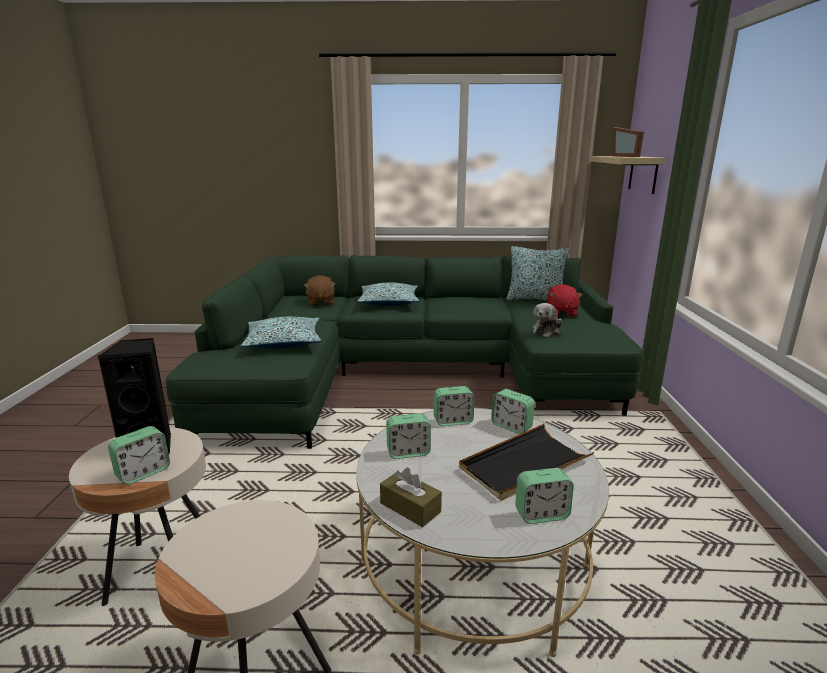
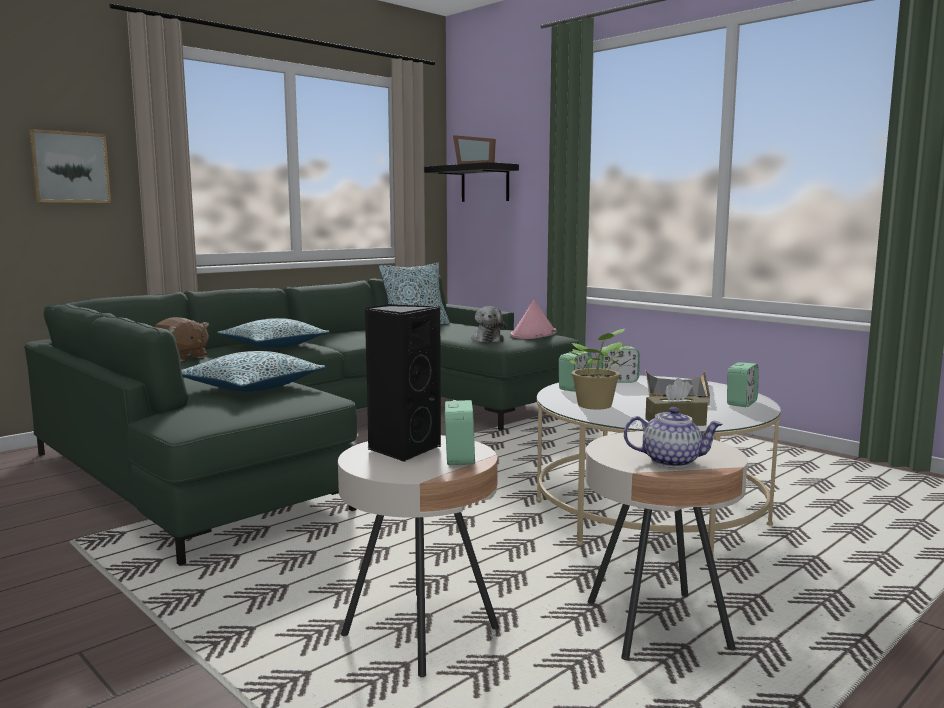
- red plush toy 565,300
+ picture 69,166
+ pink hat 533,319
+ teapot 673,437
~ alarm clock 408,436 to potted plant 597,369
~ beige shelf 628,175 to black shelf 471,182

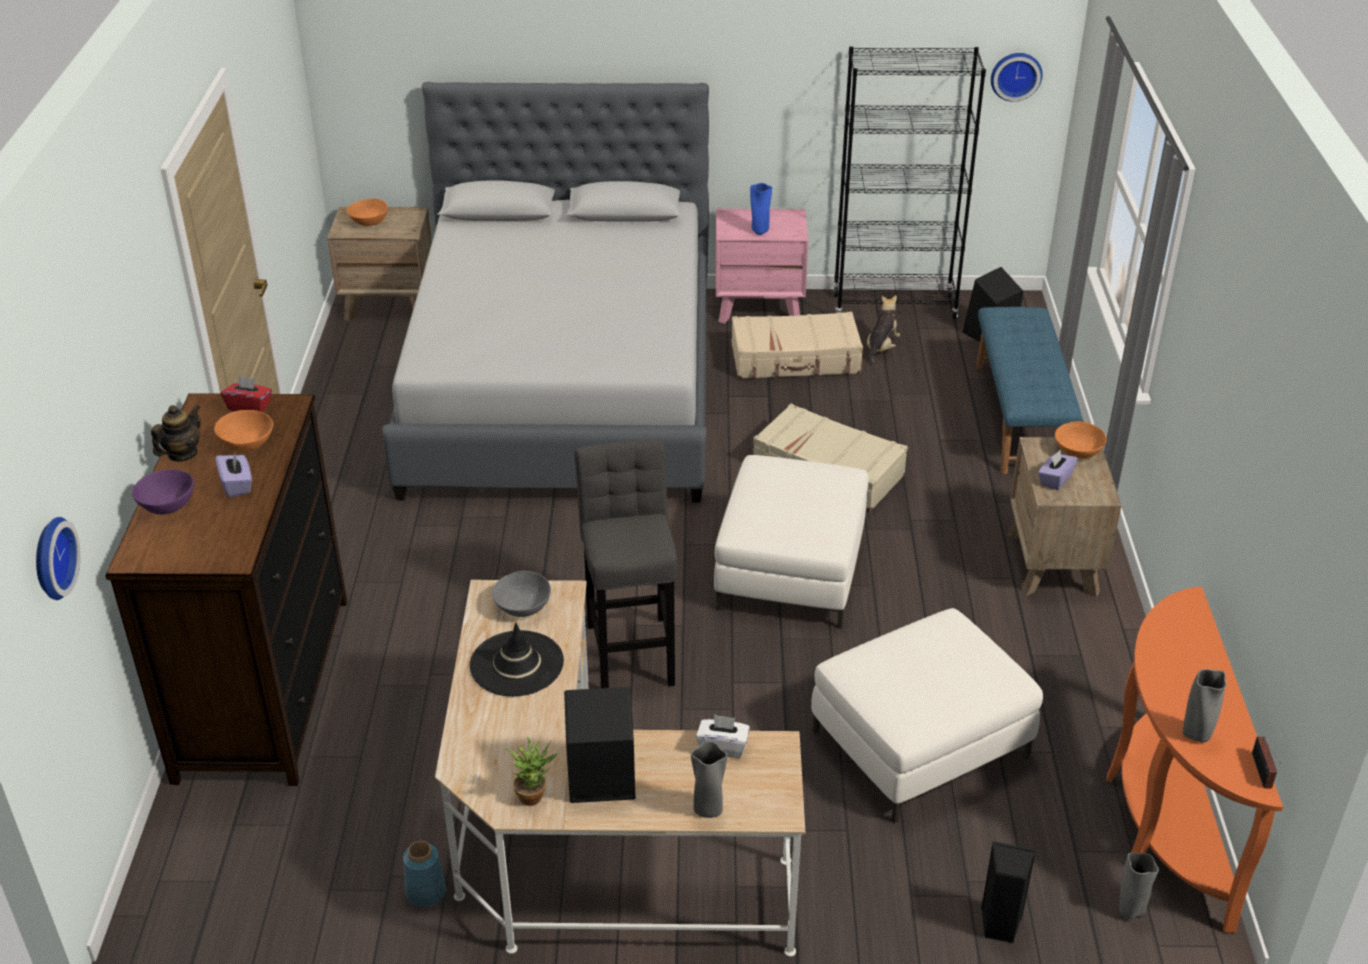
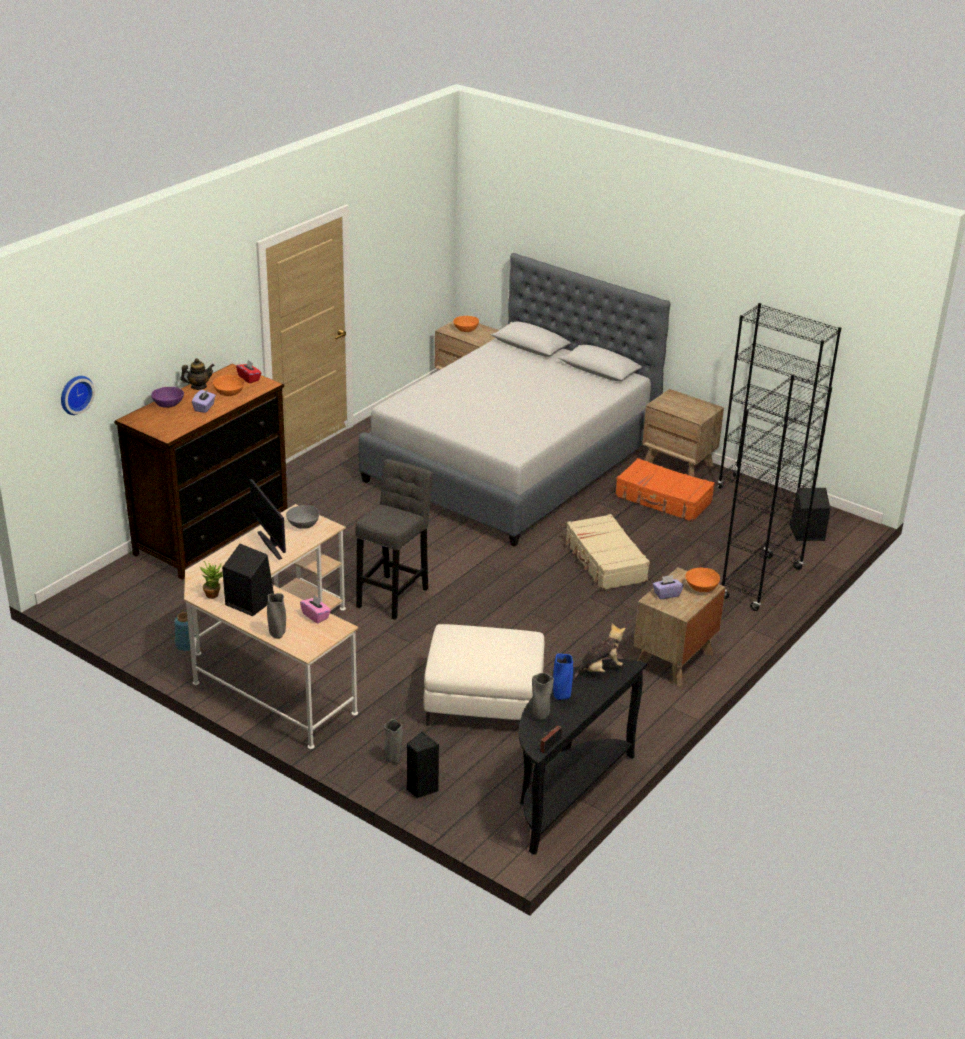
- white ottoman 791,542
- wall clock 1017,77
~ blue vase 761,209 to 563,676
~ plush toy 883,330 to 599,651
~ grey vase 1139,885 to 393,741
~ black hat 517,659 to monitor 268,519
~ blue bench 1029,390 to black bookcase 777,492
~ white tissue box 723,736 to pink tissue box 315,609
~ pink nightstand 762,266 to brown nightstand 683,433
~ beige suitcase 797,345 to orange suitcase 665,490
~ orange console table 1194,760 to black console table 583,757

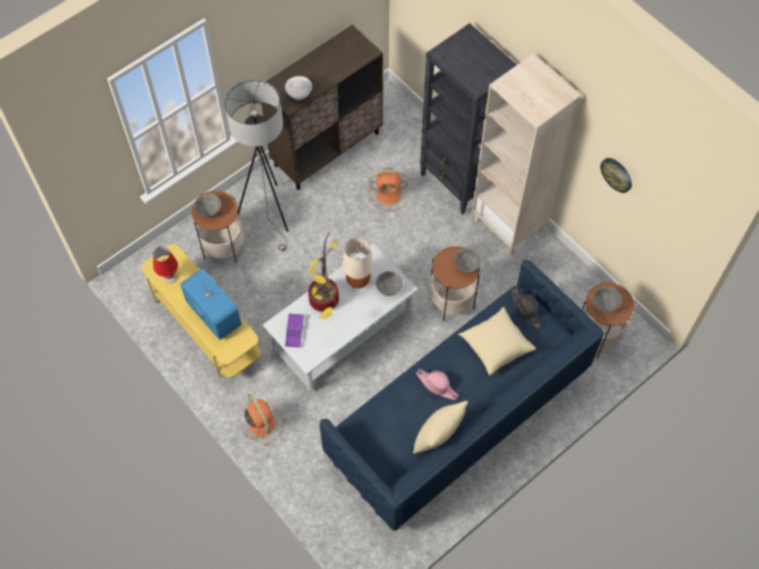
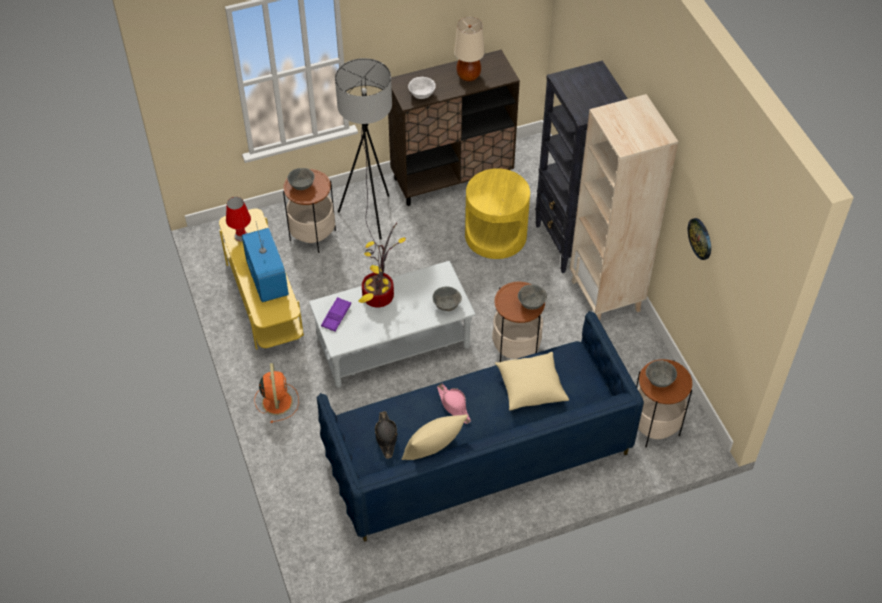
~ beige table lamp 358,263 to 469,49
~ black hat 526,308 to 386,435
~ orange fan 388,189 to yellow side table 497,213

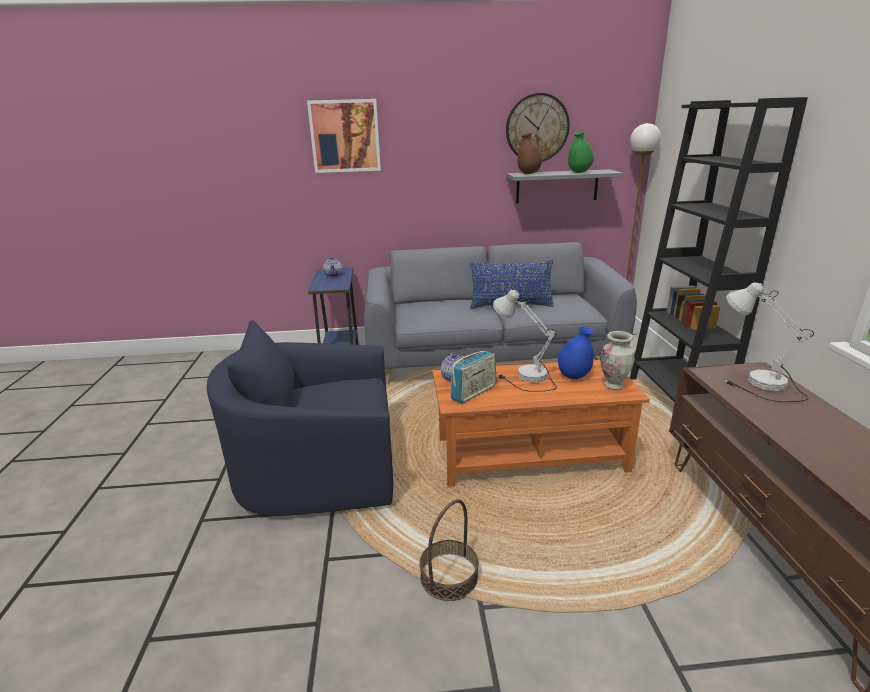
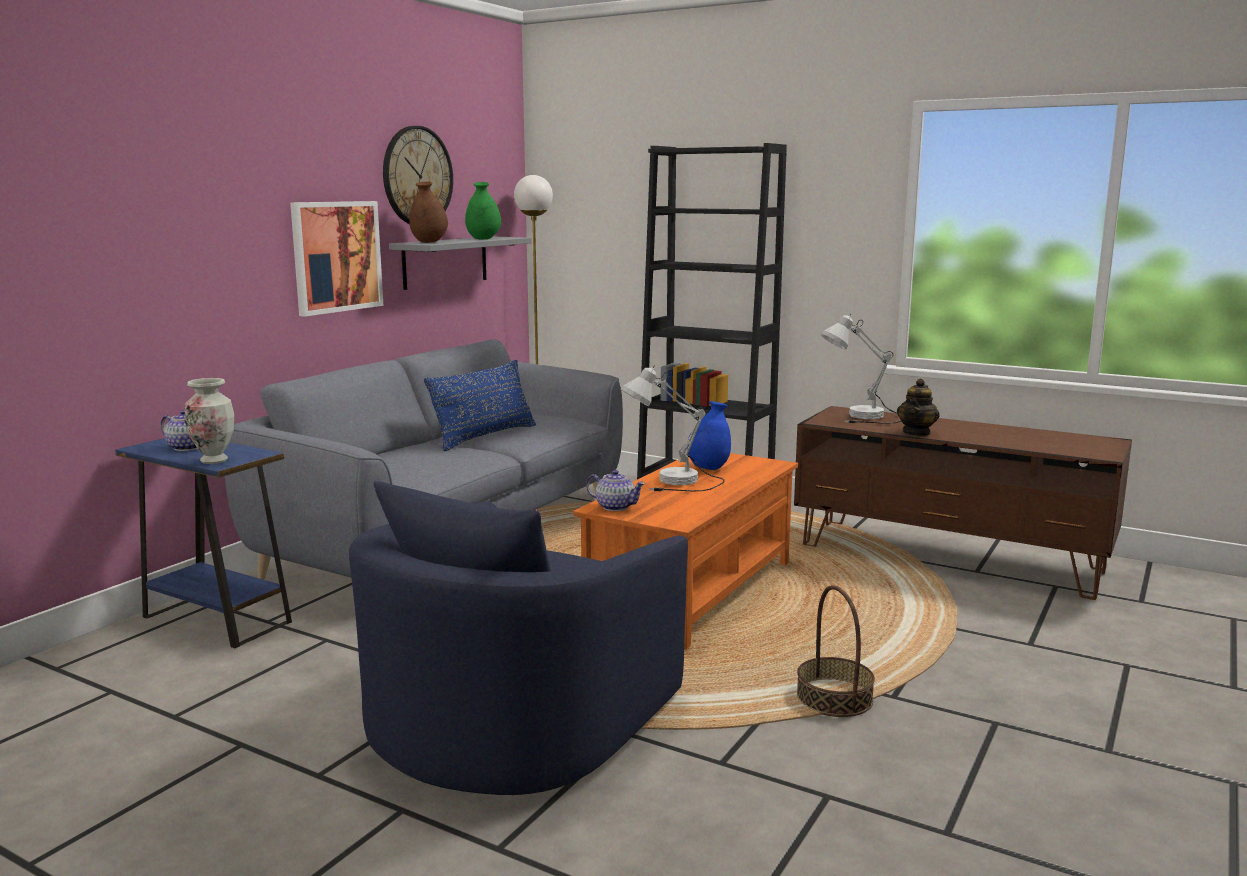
- radio 473,377
+ teapot 918,407
~ picture 344,136 to 337,259
~ vase 617,360 to 209,421

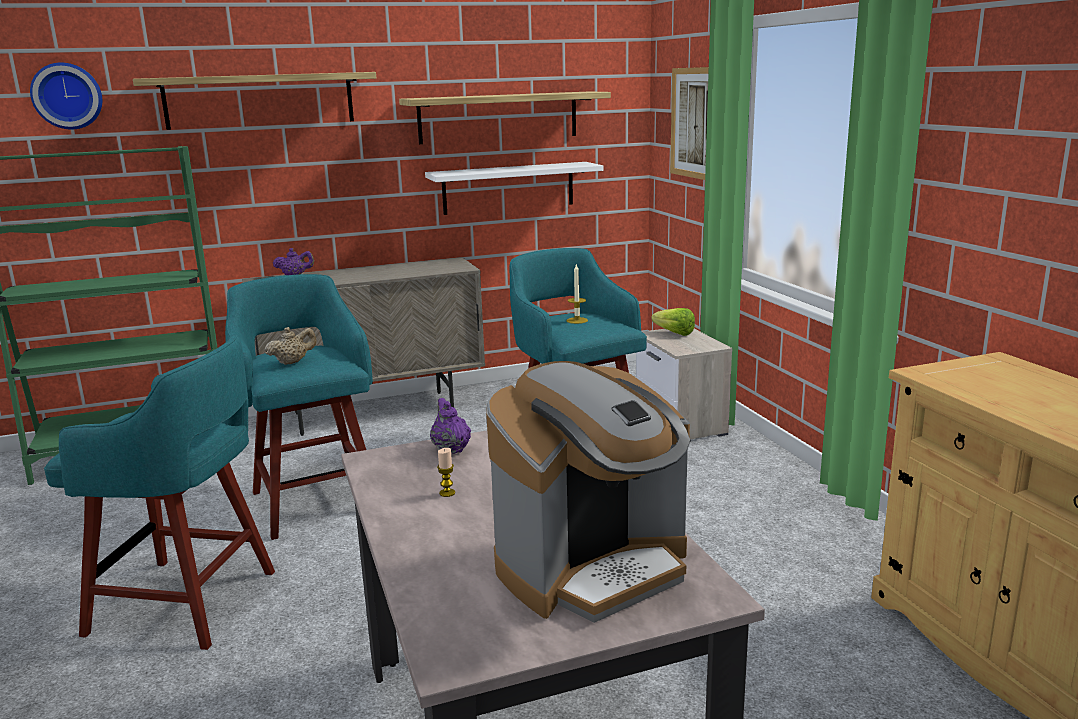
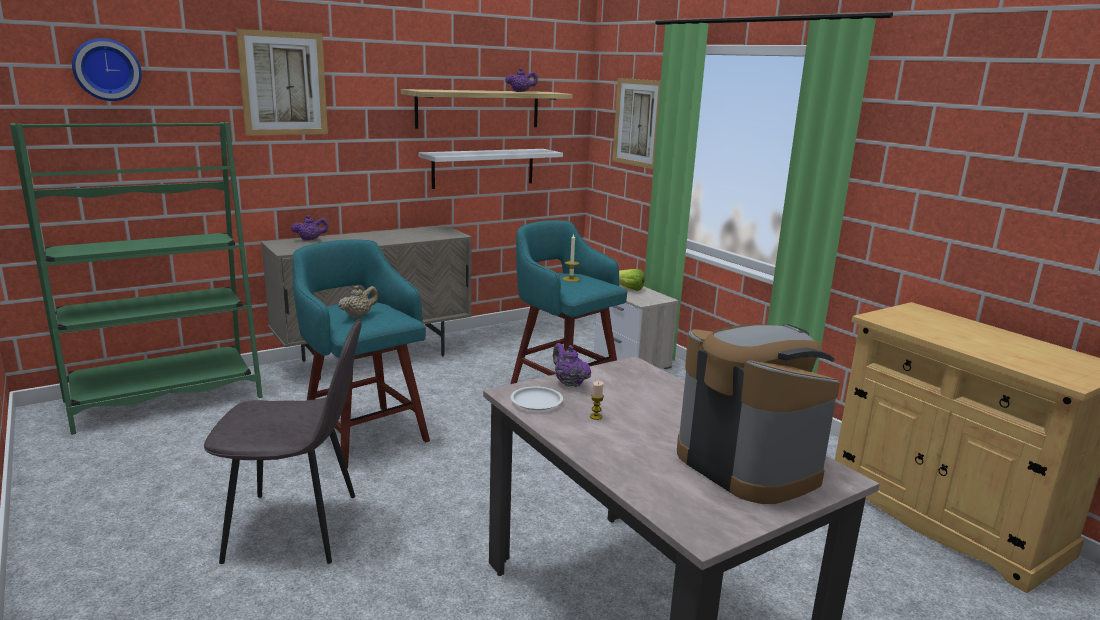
+ purple teapot 521,80
+ white plate 537,398
~ turquoise stool 159,492 to grey chair 283,441
~ shelf 254,101 to picture 282,82
~ coffee machine 588,492 = 758,414 75 degrees counterclockwise

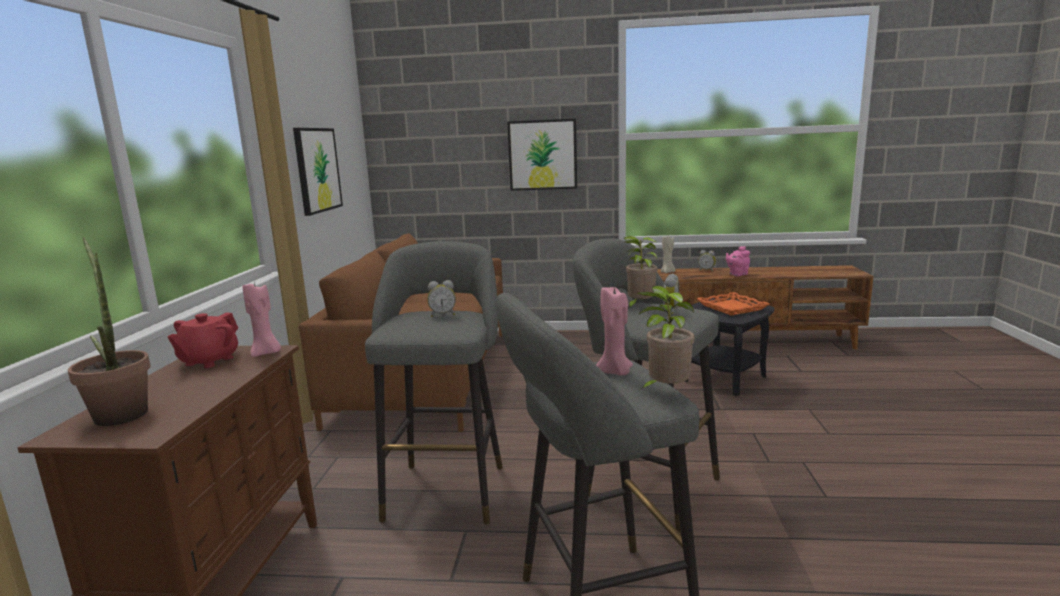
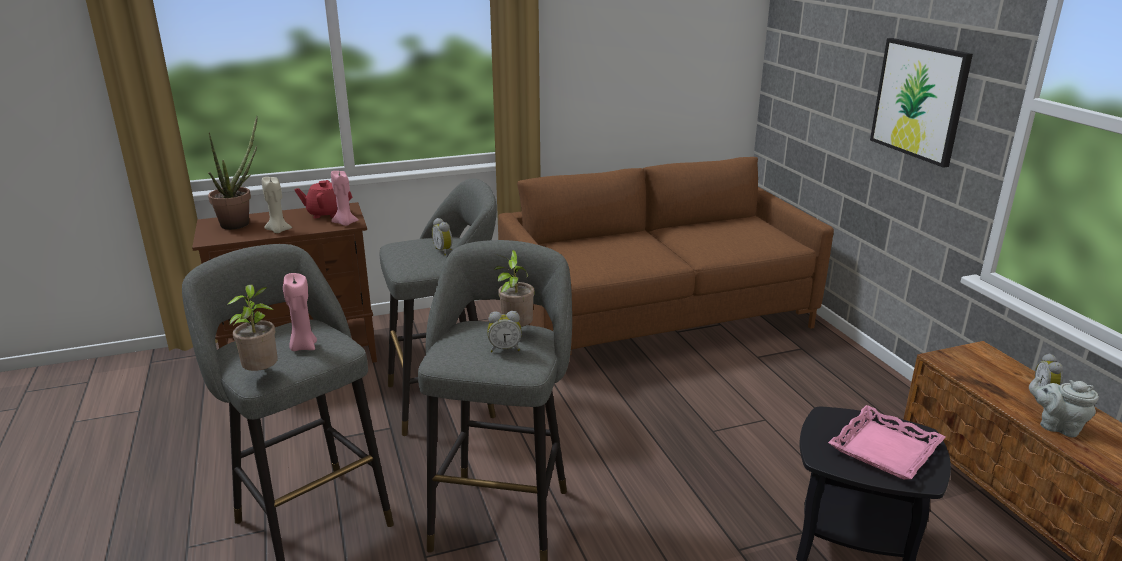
- picture 318,172
~ beige candle 668,254 to 277,205
~ orange tray 733,303 to pink tray 887,442
~ pink teapot 738,261 to grey teapot 1064,406

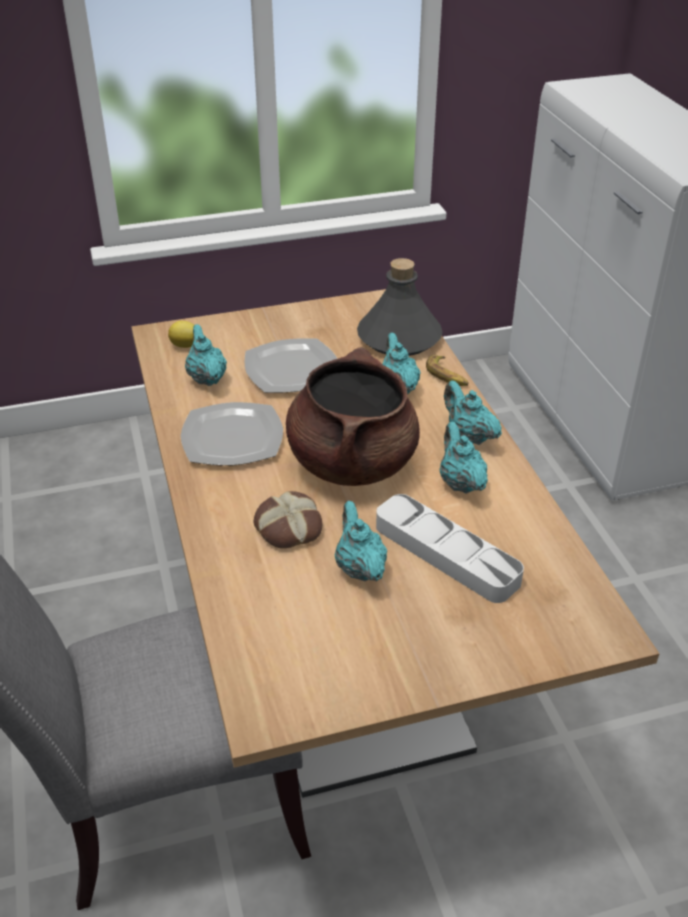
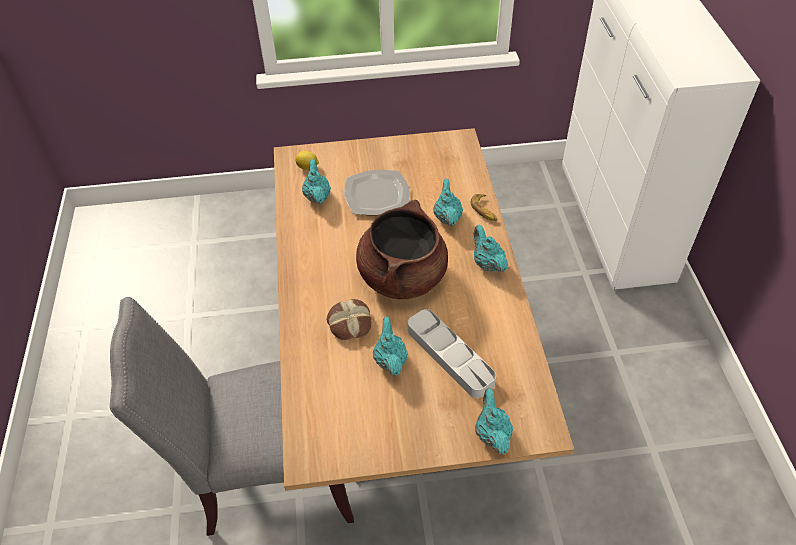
- plate 232,434
- grey bottle 400,307
~ turquoise teapot 464,458 to 494,421

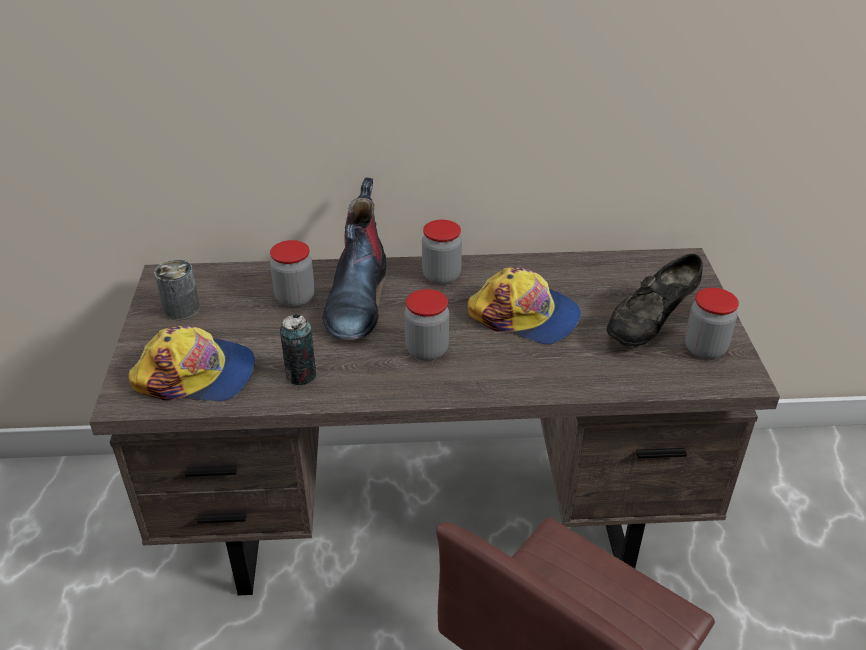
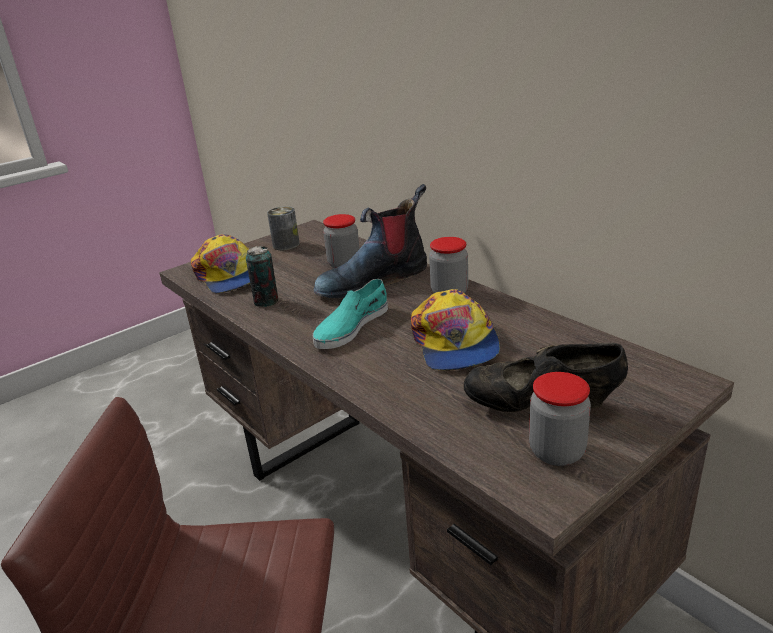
~ jar 427,325 to turquoise shoe 350,314

